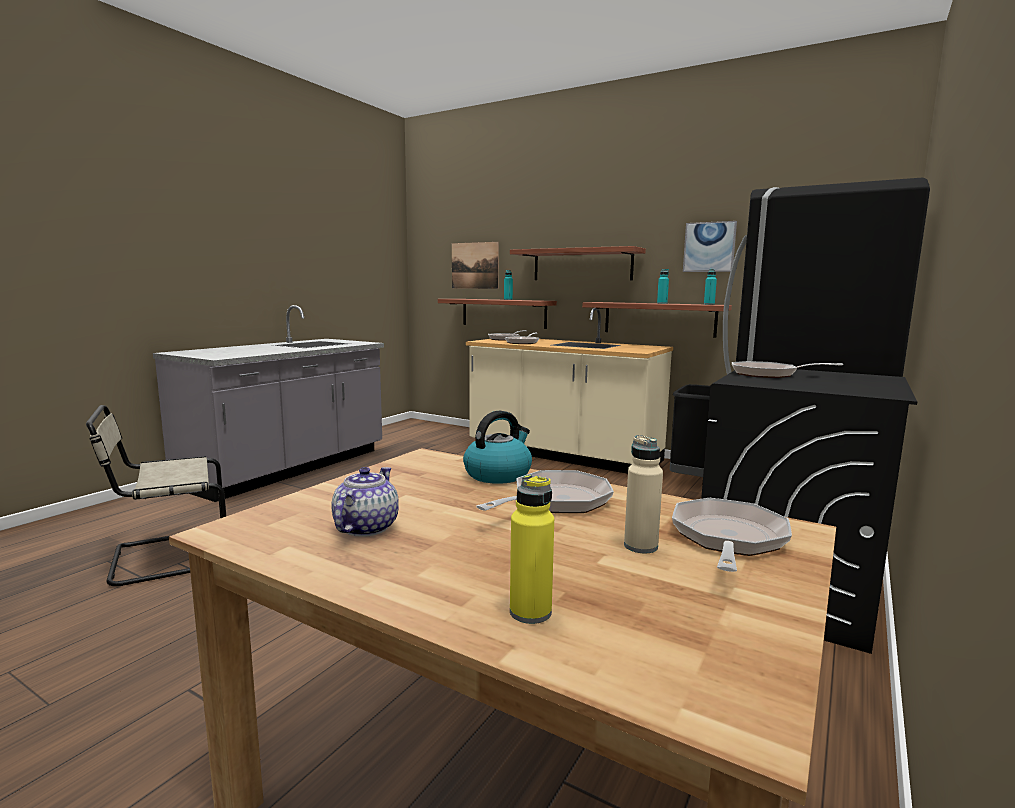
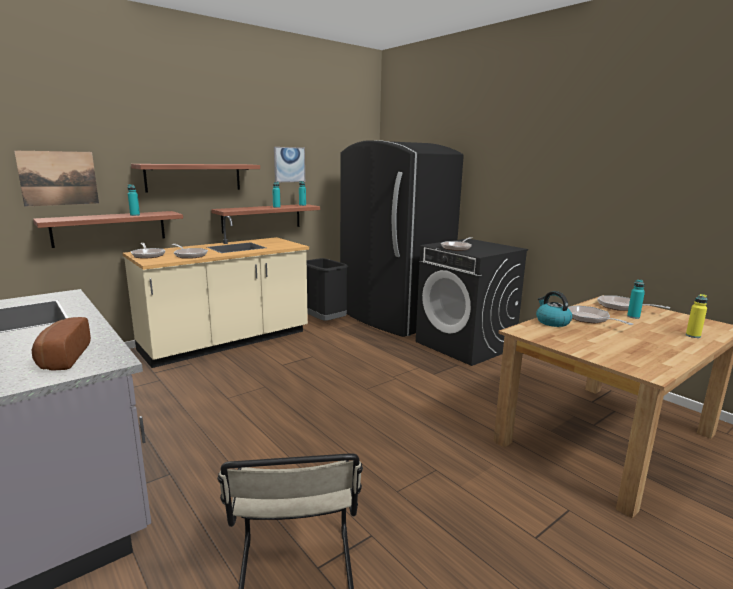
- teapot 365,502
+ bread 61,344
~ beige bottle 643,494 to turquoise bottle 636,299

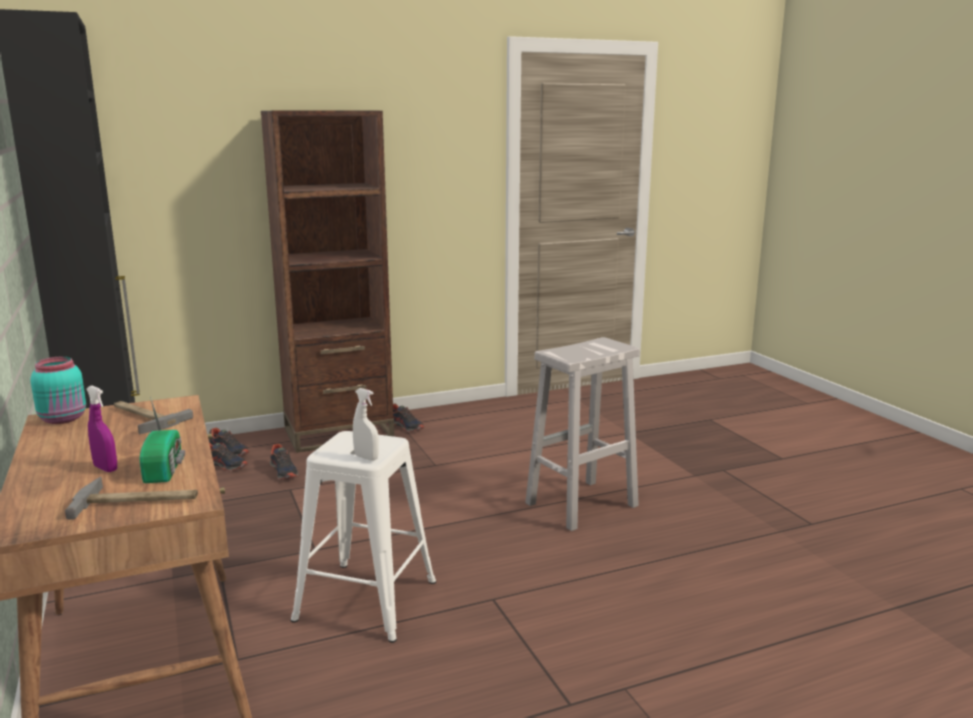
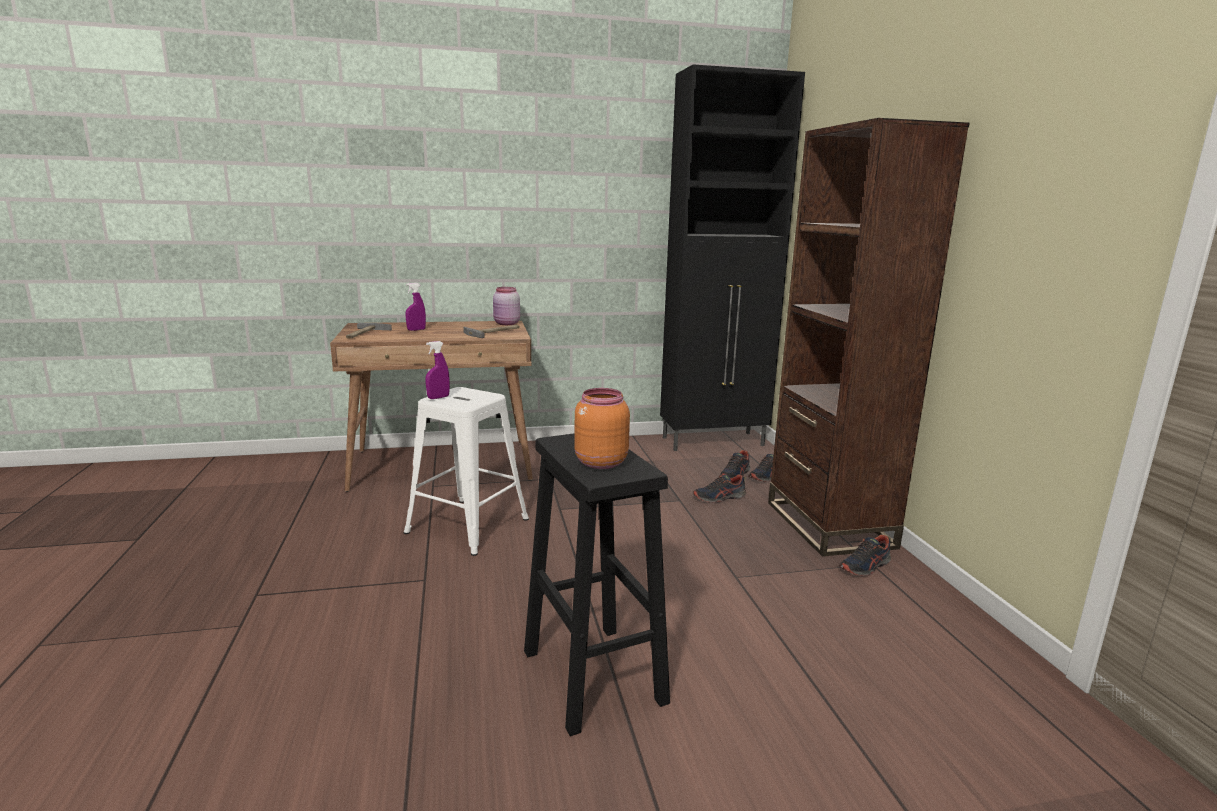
- radio 162,440
+ orange jar 602,428
~ turquoise jar 58,390 to pink jar 506,306
~ white spray bottle 366,424 to purple spray bottle 438,370
~ white stool 582,434 to black stool 597,584

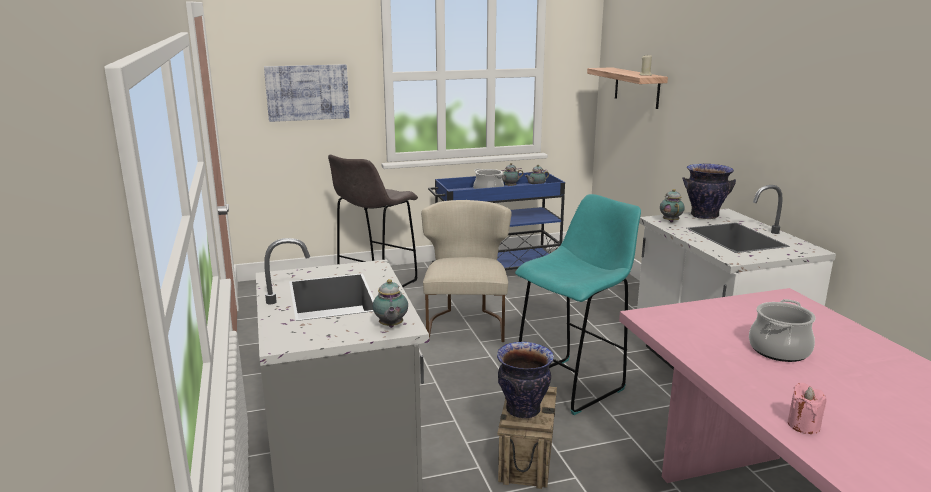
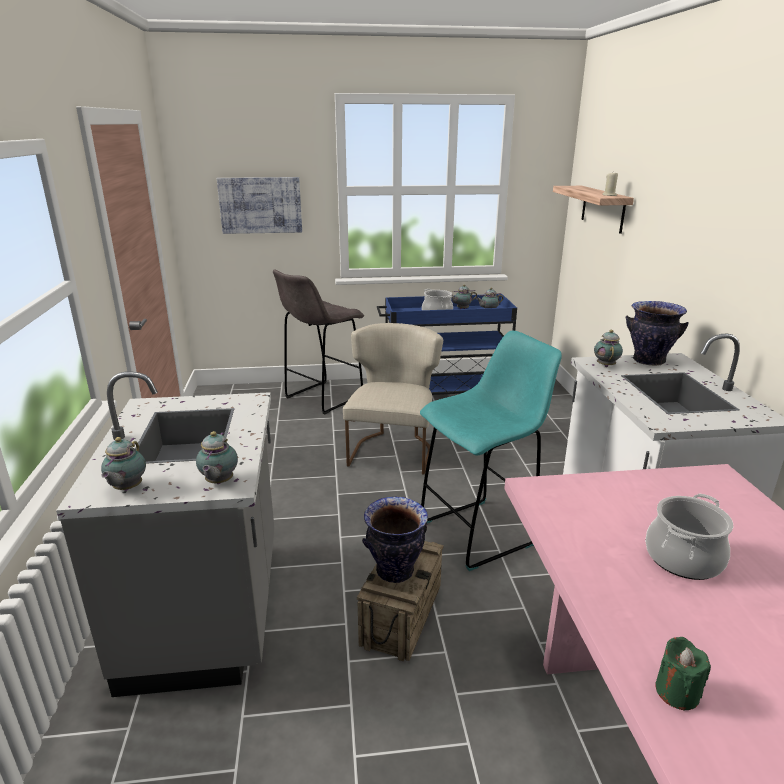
+ teapot 123,464
~ pink candle 807,408 to green candle 683,673

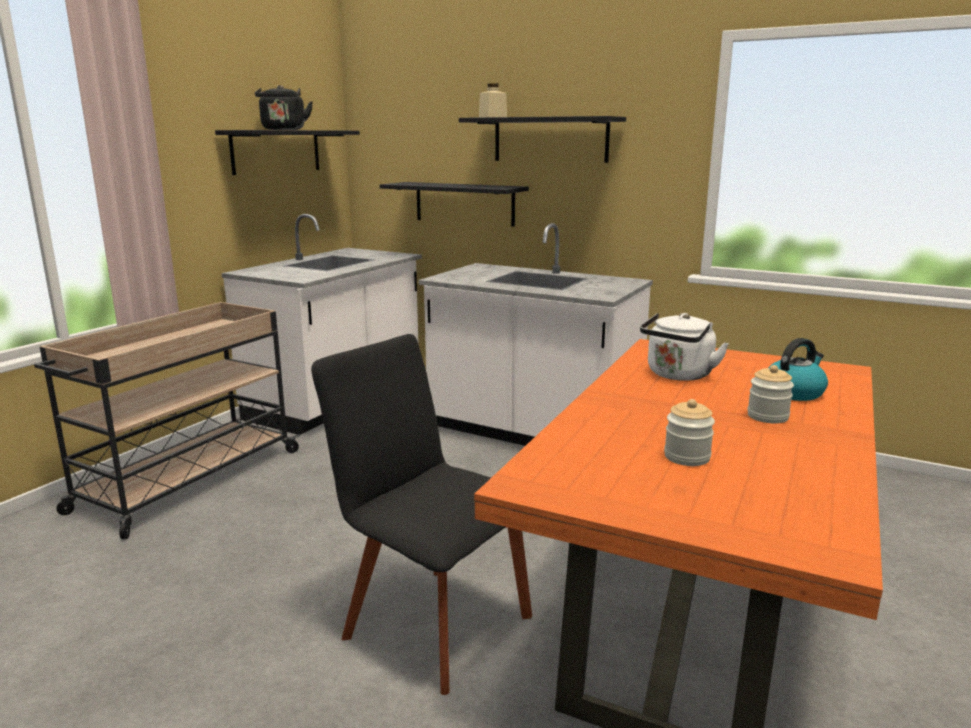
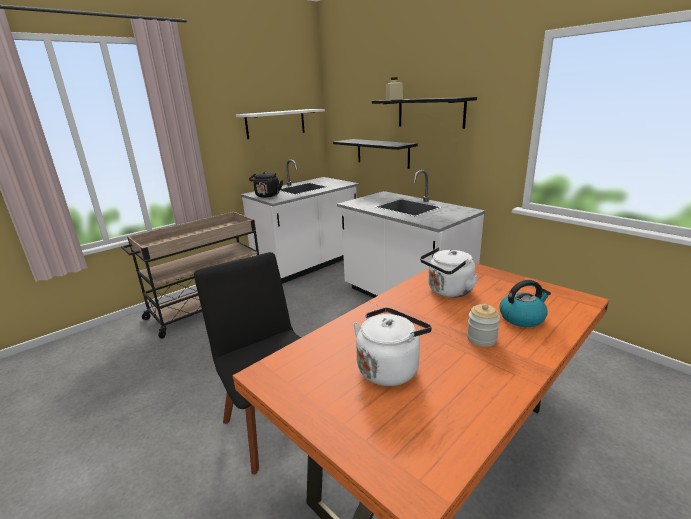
~ black kettle 284,107 to 266,184
~ jar 689,432 to white kettle 392,346
~ black shelf 287,152 to white shelf 280,124

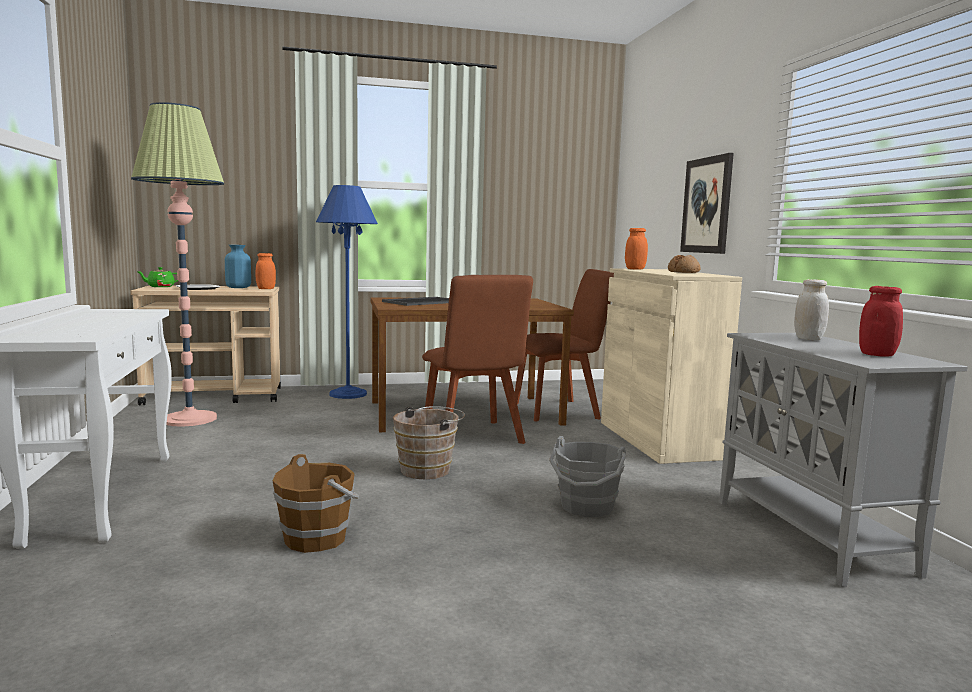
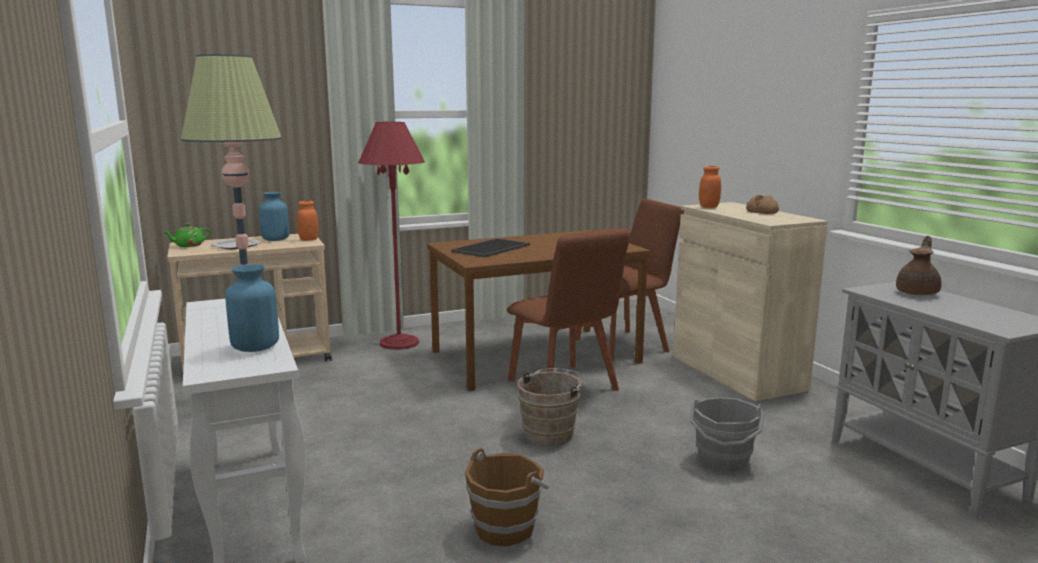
- picture 707,203
- red jar 881,321
+ blue vase 252,308
~ white jar 811,309 to brown teapot 919,265
~ blue floor lamp 347,292 to red floor lamp 391,236

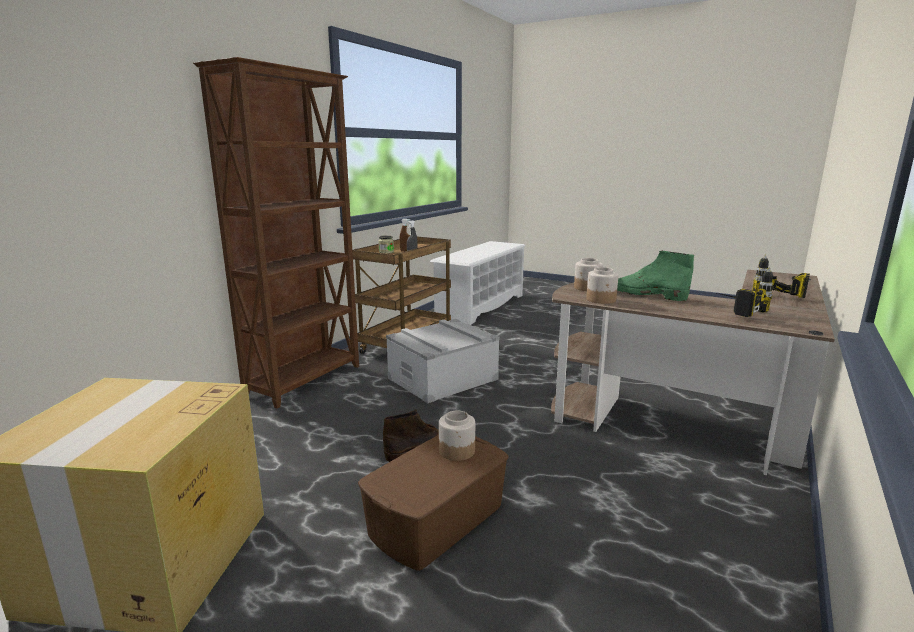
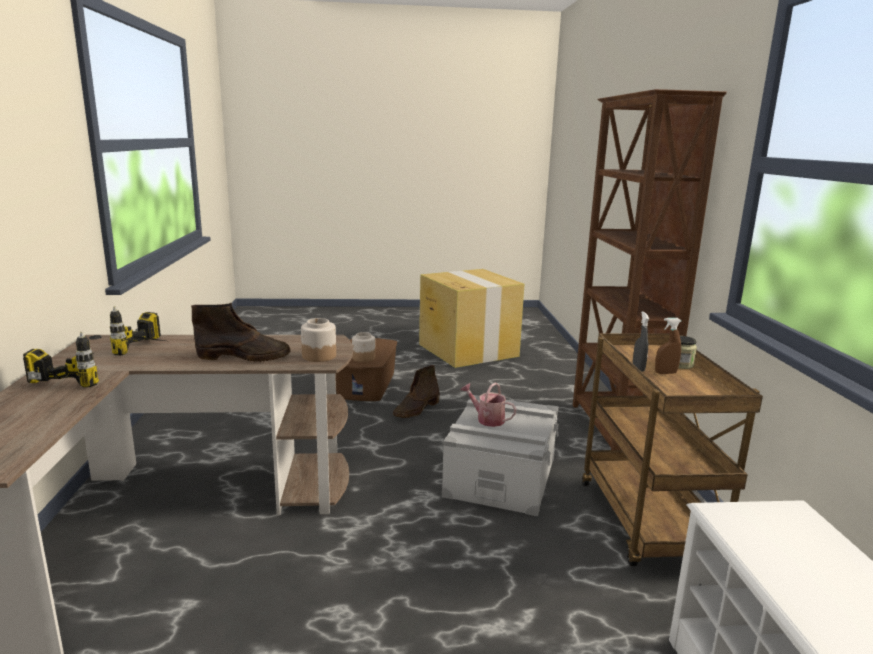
- jar 602,285
+ watering can 488,405
~ green boot 655,276 to brown boot 240,332

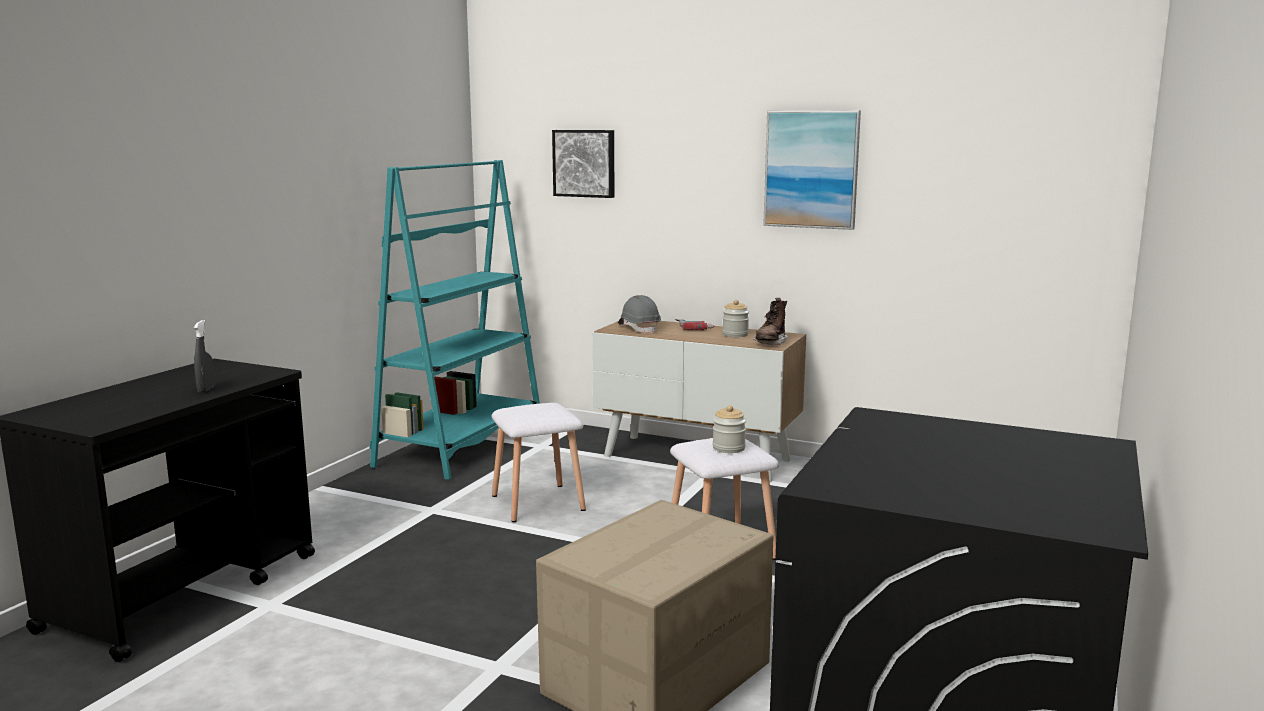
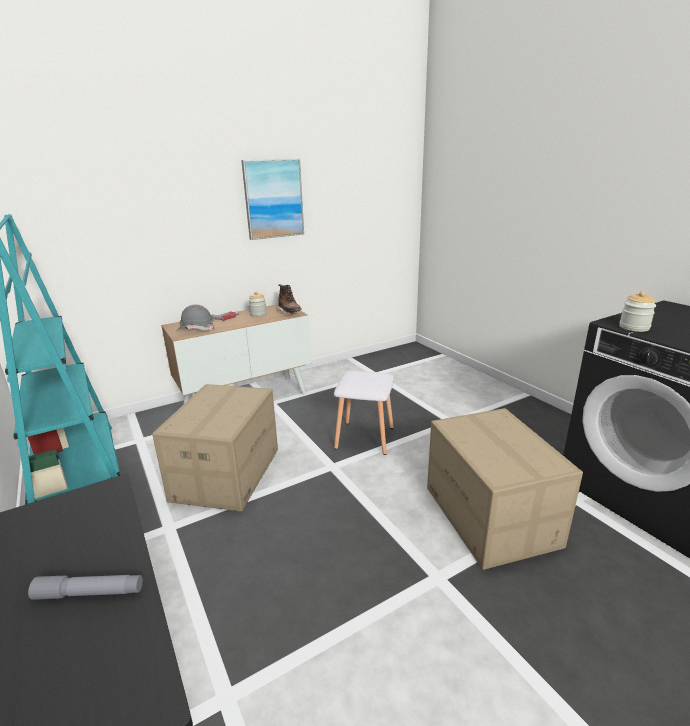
- grey spray bottle 204,356
- picture 583,164
+ grey flashlight 85,587
~ jar 729,429 to 637,311
~ white stool 538,462 to cardboard box 215,447

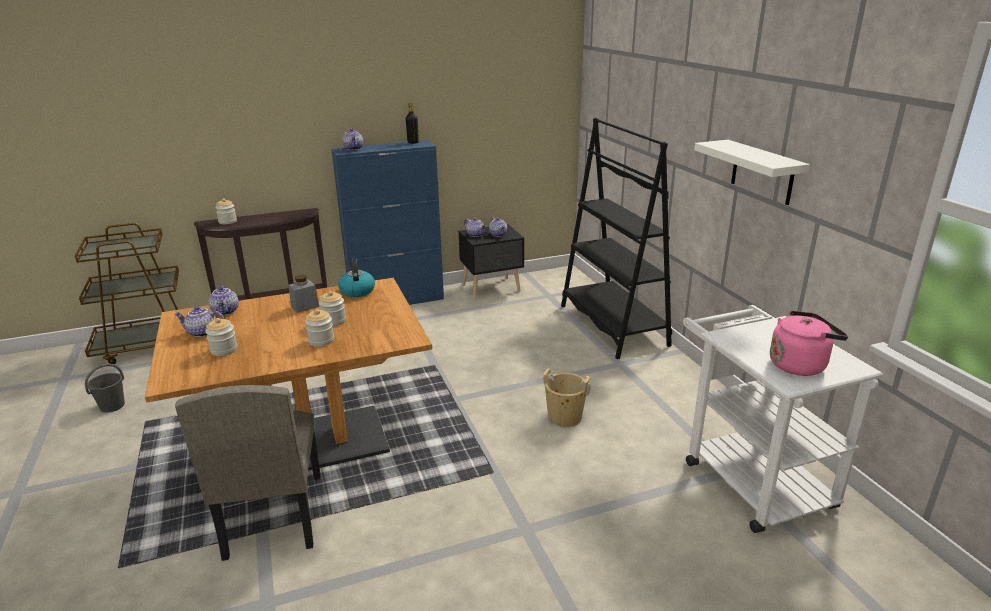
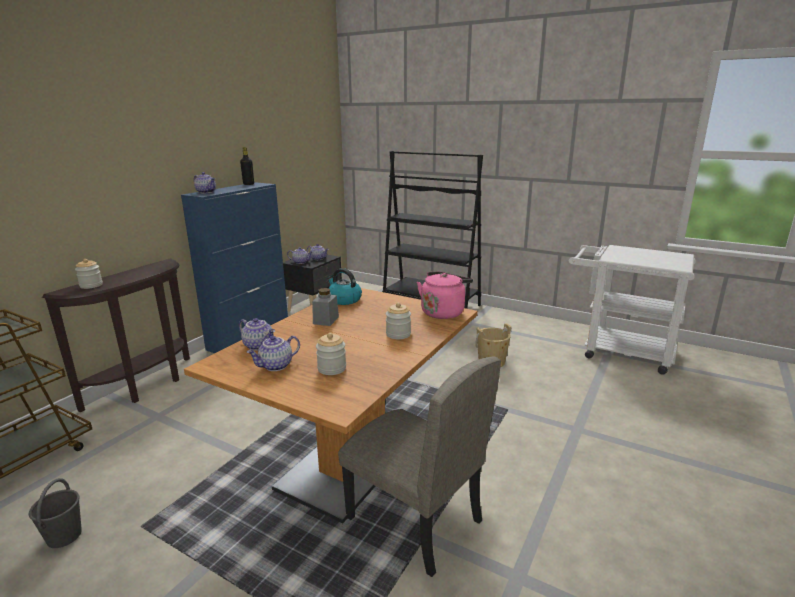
- jar 332,308
- white shelf 752,172
~ pink kettle 809,343 to 445,295

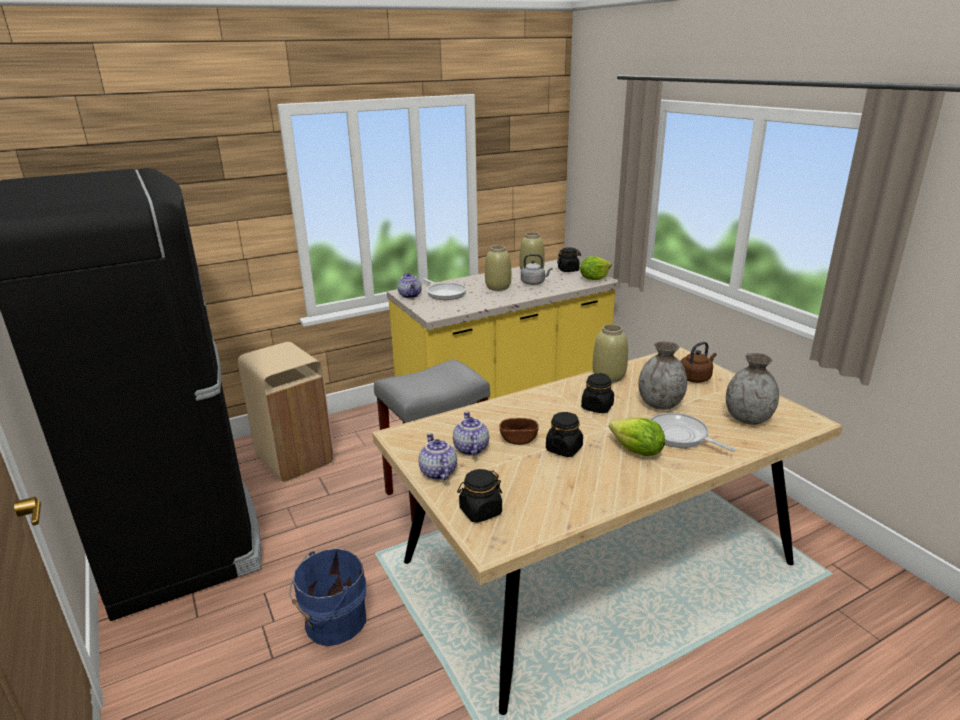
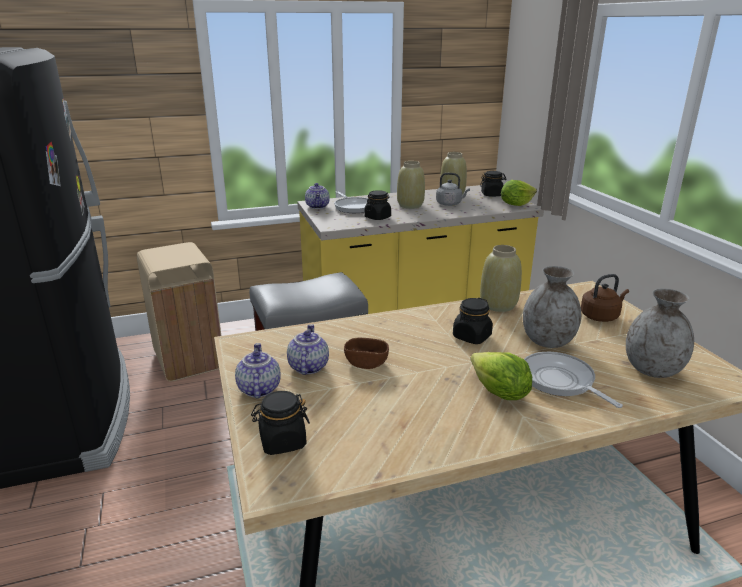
- blue bucket 327,597
~ black jar 564,434 to 377,205

